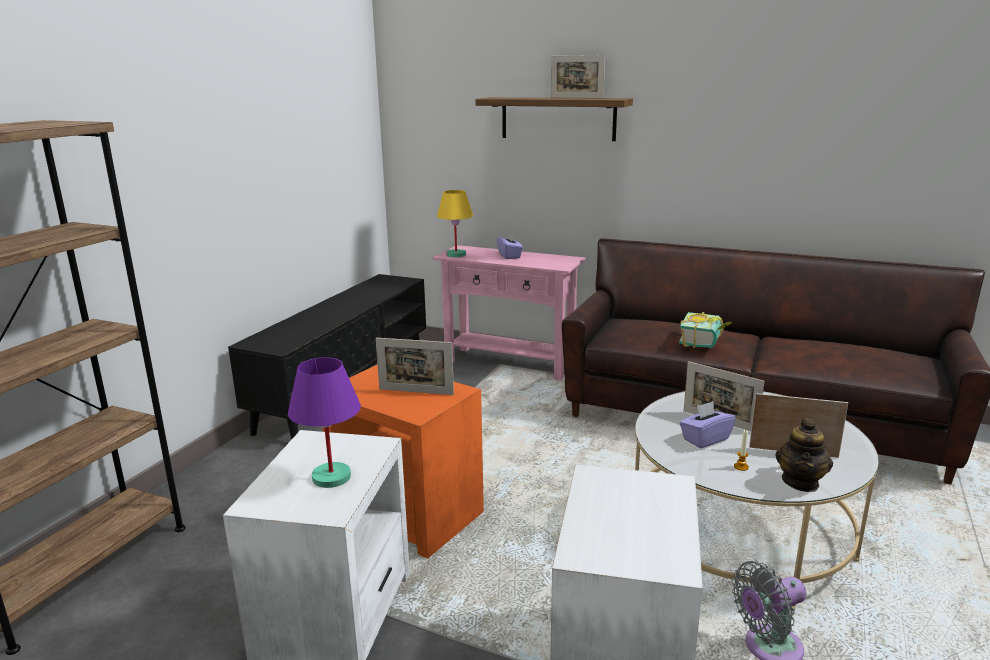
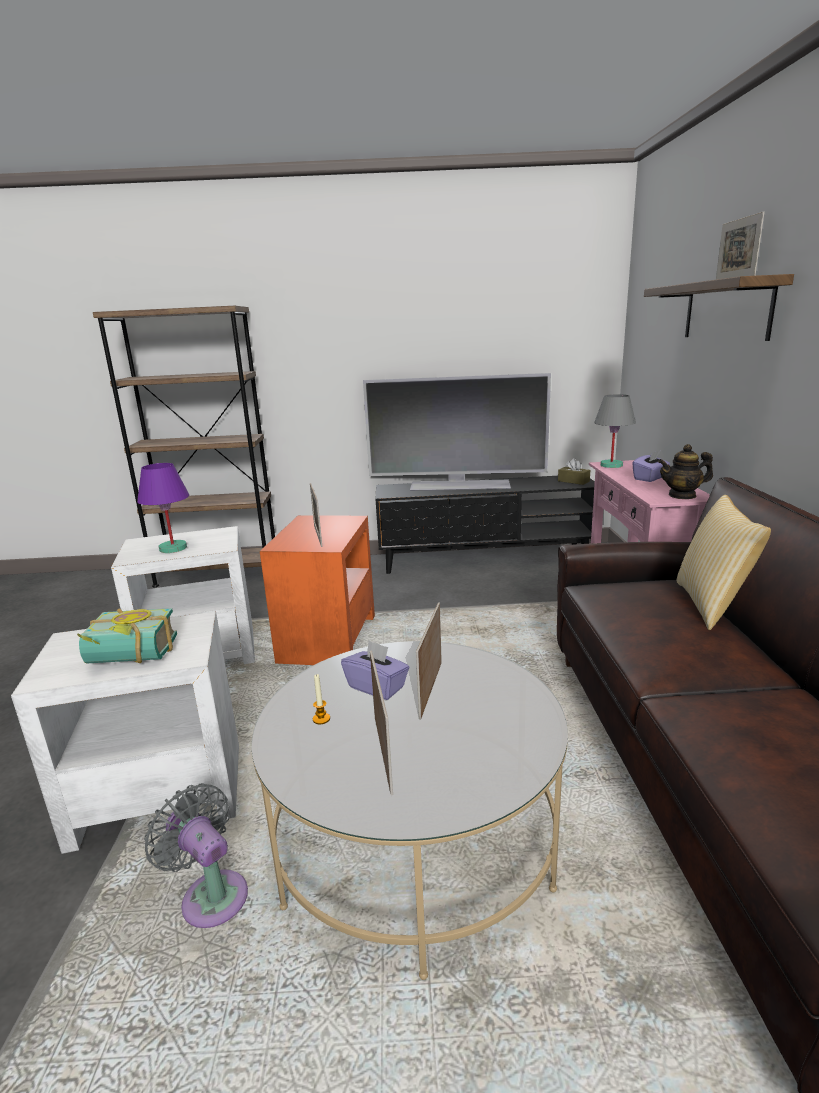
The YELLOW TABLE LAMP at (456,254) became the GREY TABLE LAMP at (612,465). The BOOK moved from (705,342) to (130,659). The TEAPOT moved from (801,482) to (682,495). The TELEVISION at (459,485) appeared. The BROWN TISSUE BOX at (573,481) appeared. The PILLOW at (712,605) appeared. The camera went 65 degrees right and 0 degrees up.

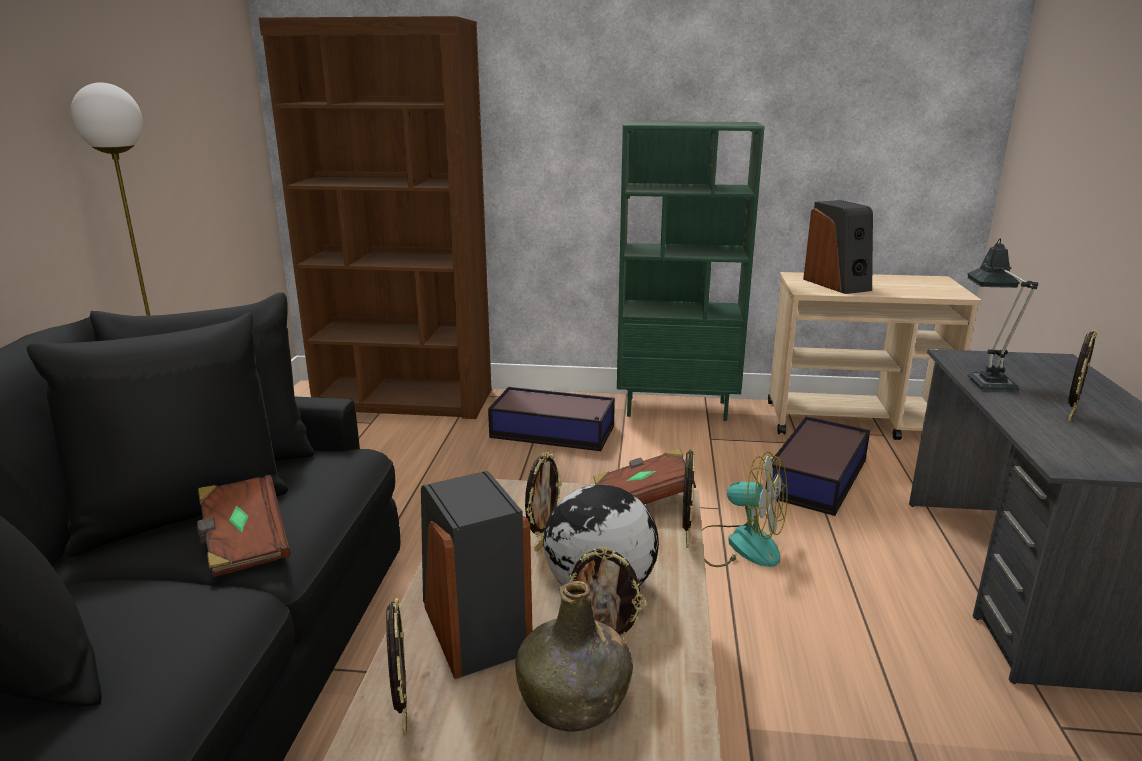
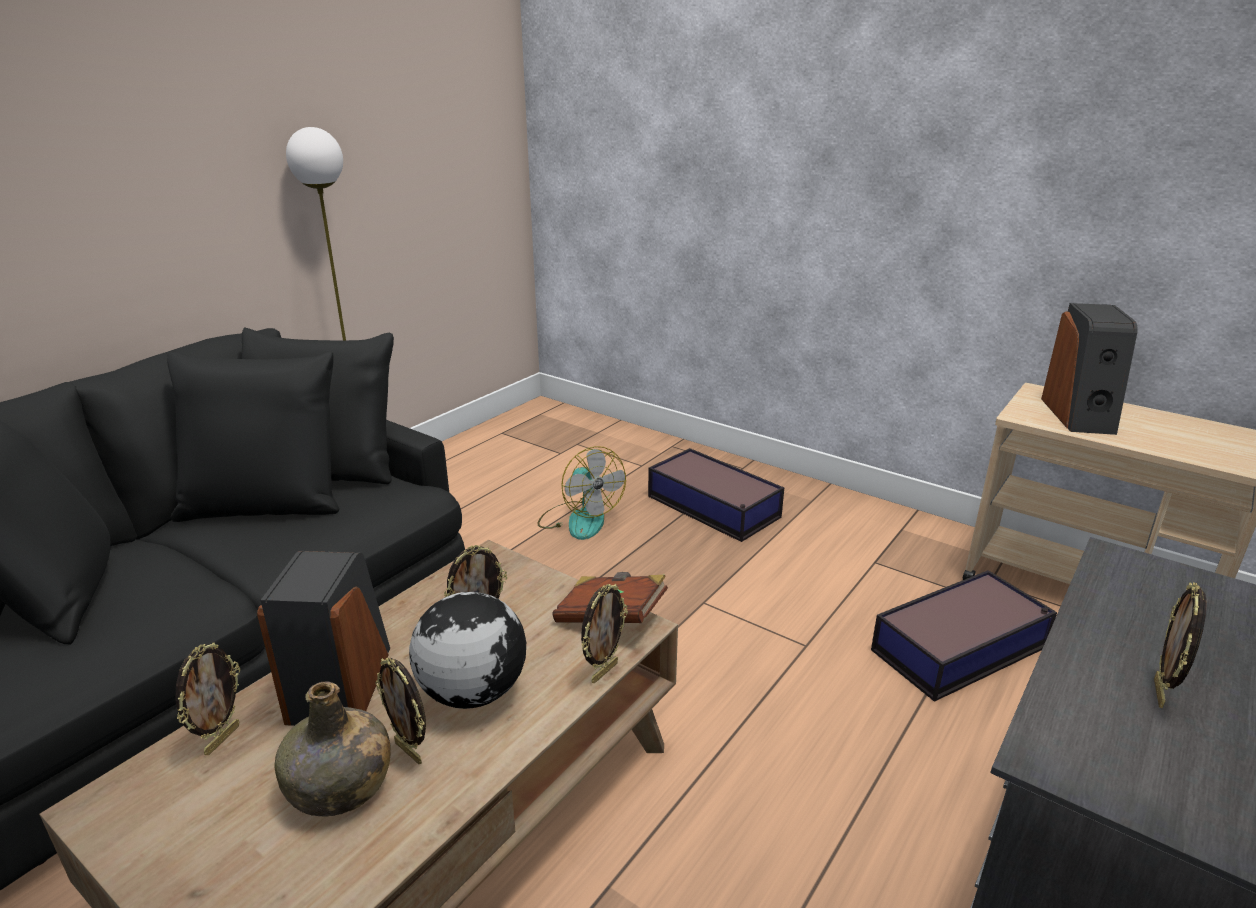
The BROWN BOOKCASE at (404,400) disappeared. The GREEN BOOKCASE at (677,408) disappeared. The TABLE LAMP at (987,380) disappeared. The PICTURE FRAME at (1070,416) turned 135 degrees clockwise. The FAN moved from (740,545) to (579,519). The BROWN BOOK at (244,544) disappeared. The camera went 30 degrees right and 5 degrees up.

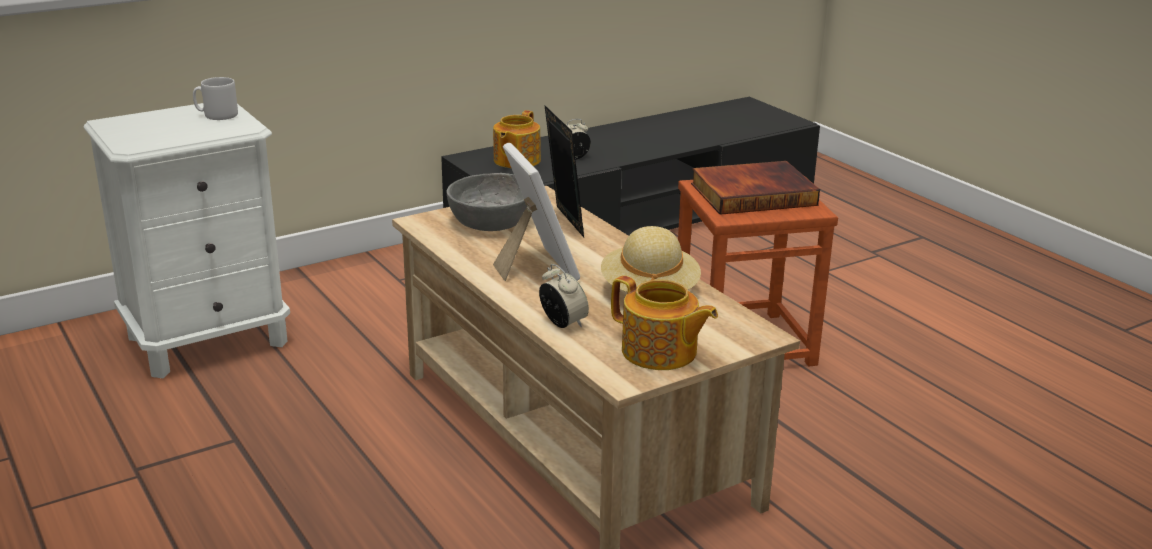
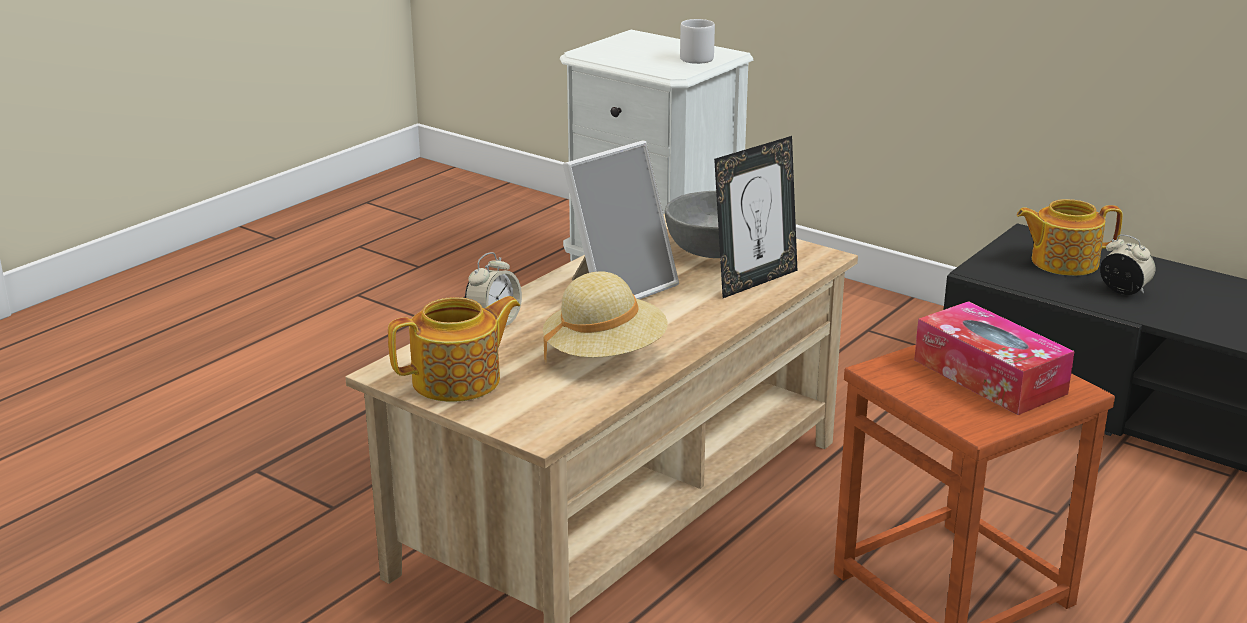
The BOOK at (753,193) was replaced by the TISSUE BOX at (989,376). The TEAPOT at (660,352) turned 135 degrees counterclockwise. The camera went 70 degrees right and 0 degrees up.

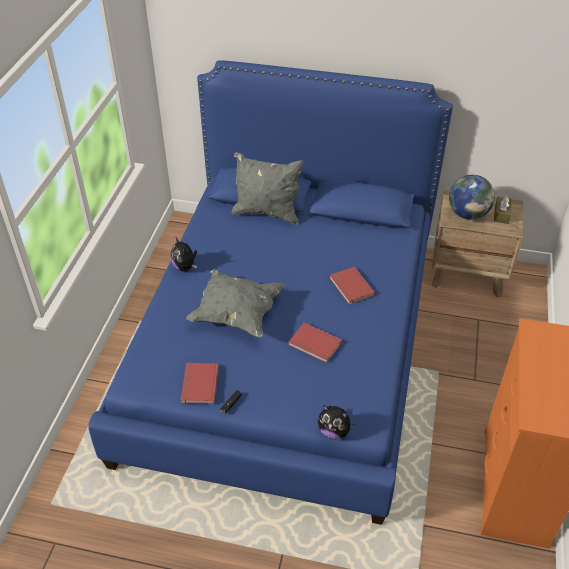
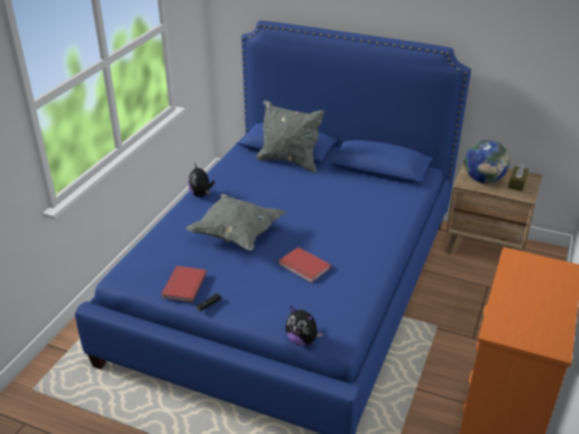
The RED BOOK at (350,287) disappeared. The camera went 10 degrees right and 10 degrees down.

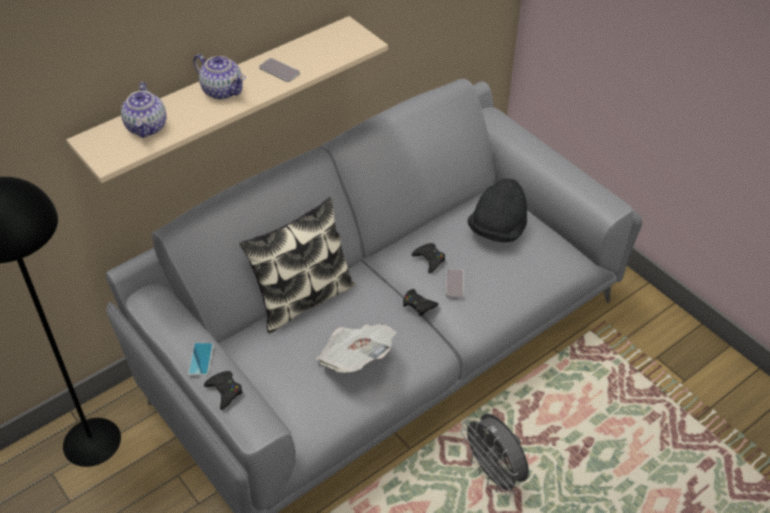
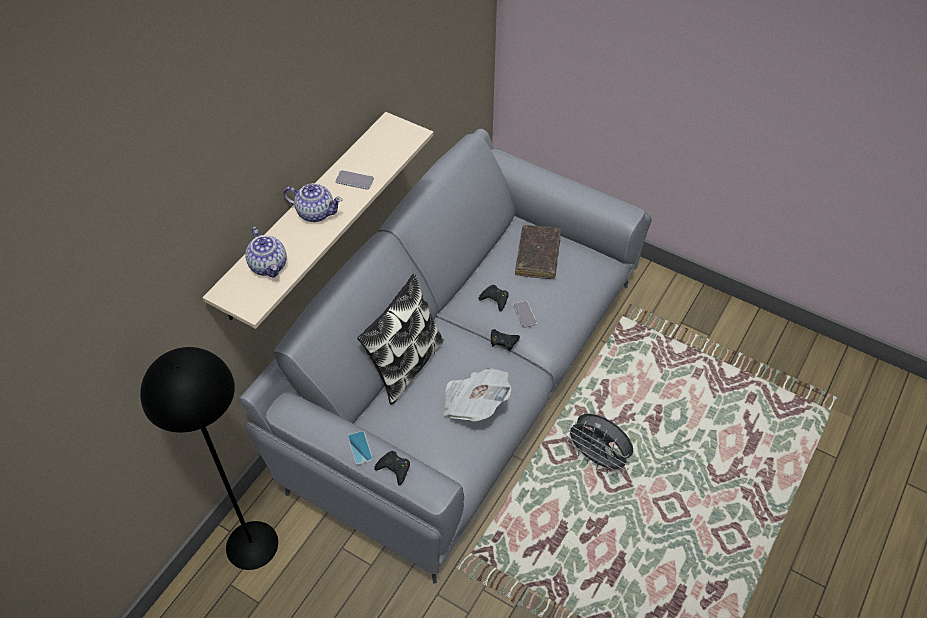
The BLACK HAT at (497,229) was replaced by the BROWN BOOK at (537,256). The camera went 20 degrees left and 5 degrees up.

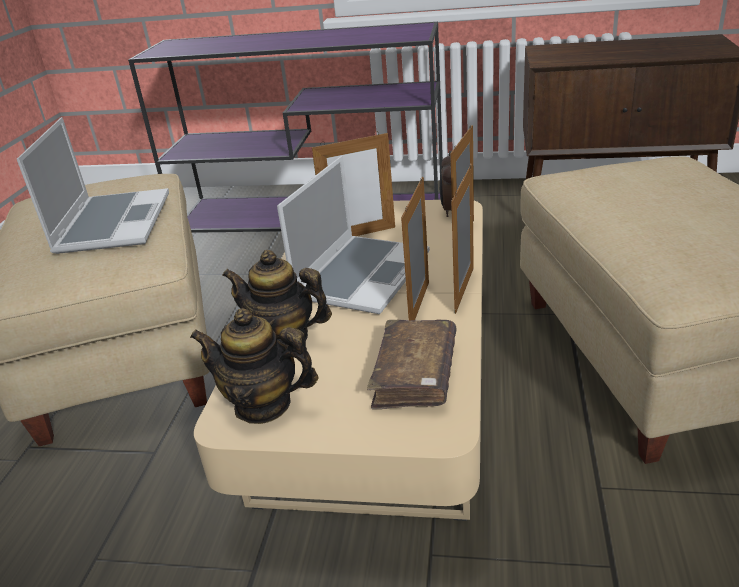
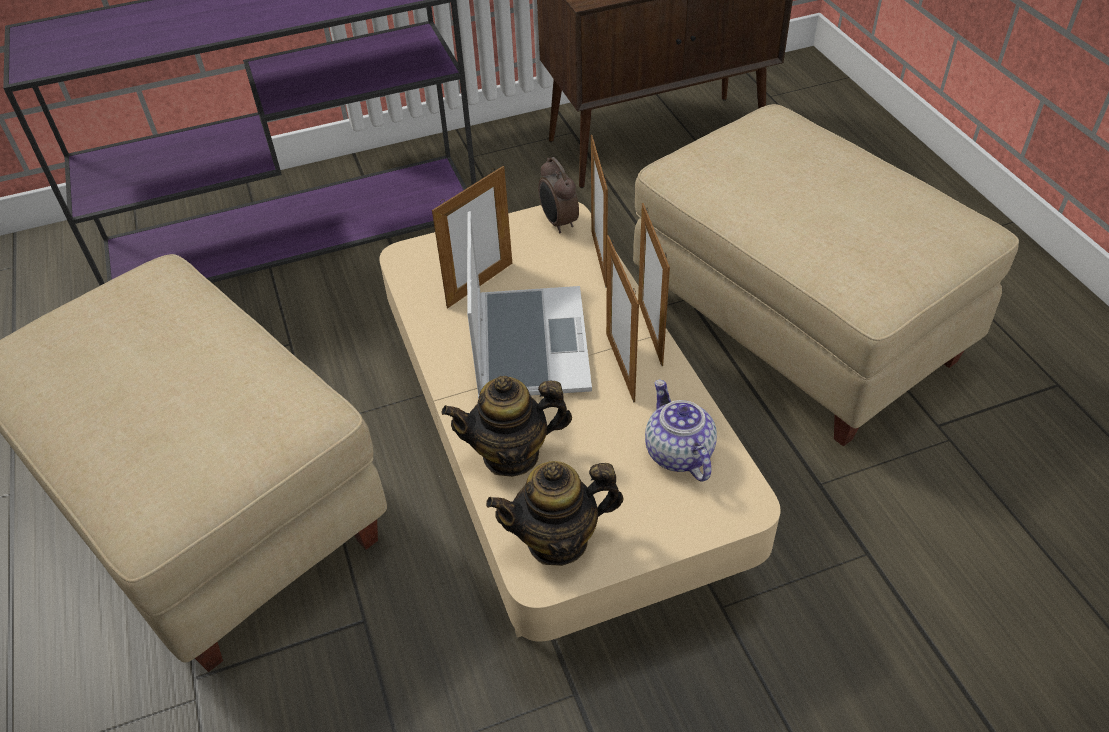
The LAPTOP at (113,223) disappeared. The BROWN BOOK at (415,375) was replaced by the TEAPOT at (677,453). The camera went 30 degrees left and 15 degrees up.

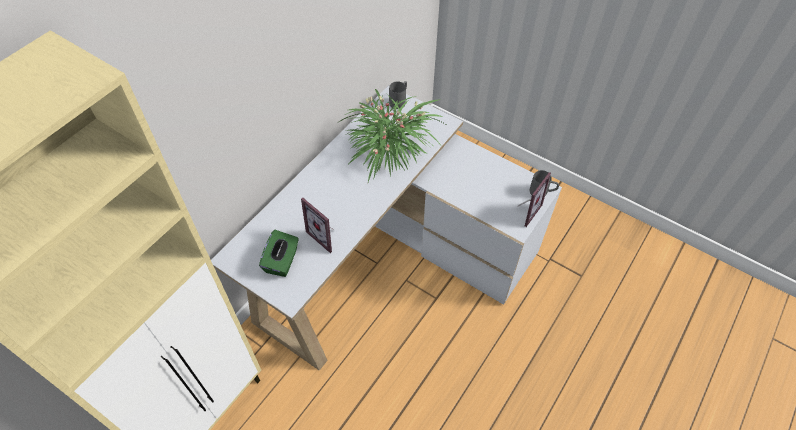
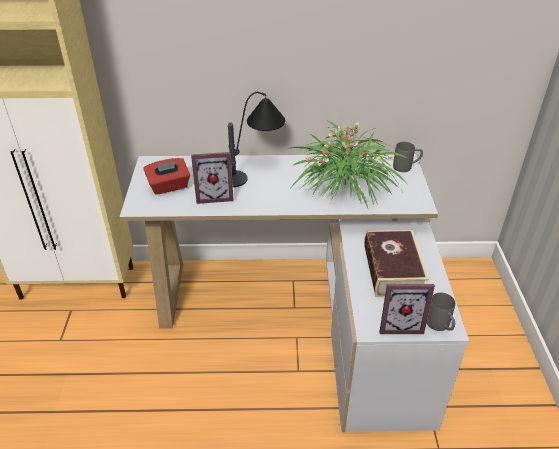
The PICTURE FRAME at (325,236) turned 105 degrees counterclockwise. The GREEN TISSUE BOX at (282,261) became the RED TISSUE BOX at (169,186). The TABLE LAMP at (254,168) appeared. The BOOK at (392,270) appeared. The camera went 55 degrees right and 15 degrees down.

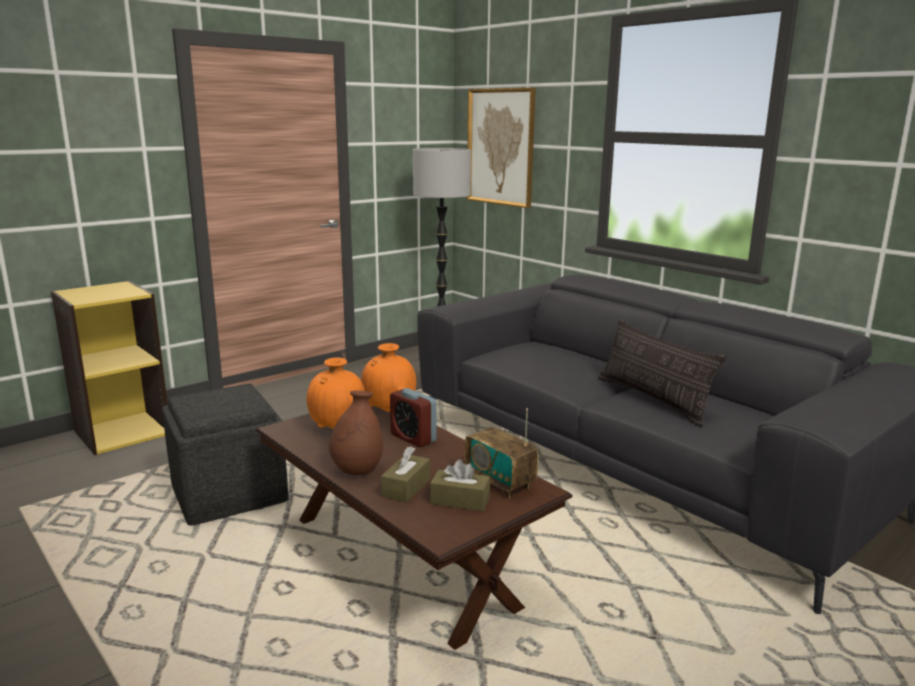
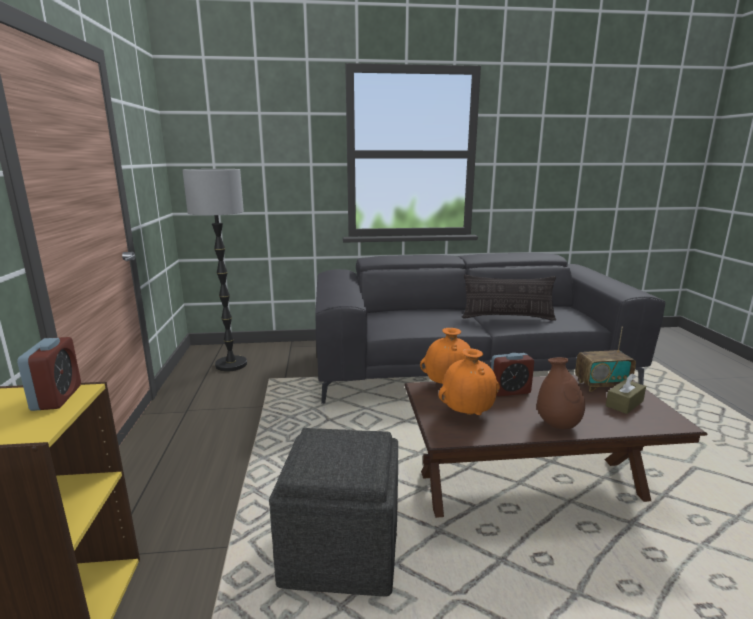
The PICTURE at (500,147) disappeared. The BROWN TISSUE BOX at (406,487) disappeared. The ALARM CLOCK at (57,397) appeared. The camera went 55 degrees left and 0 degrees up.

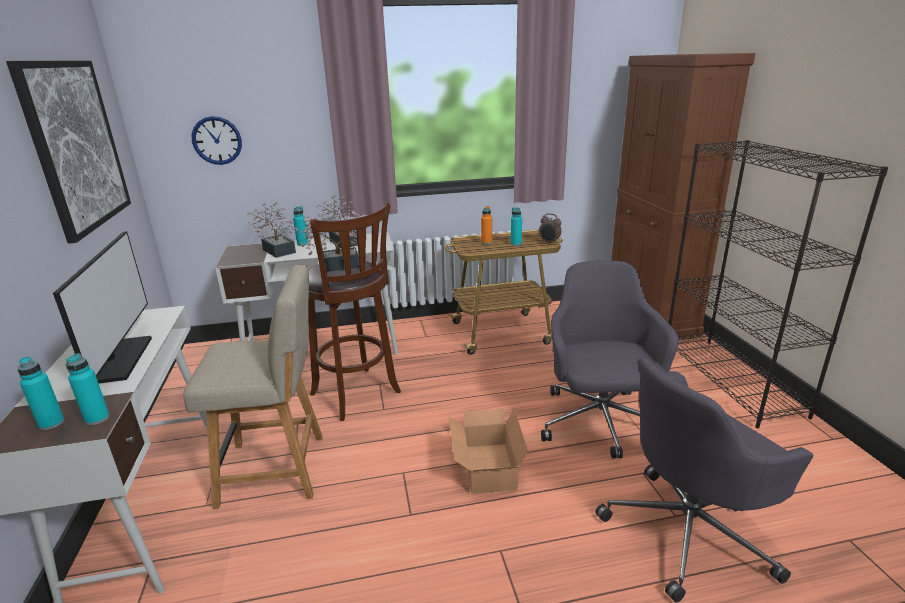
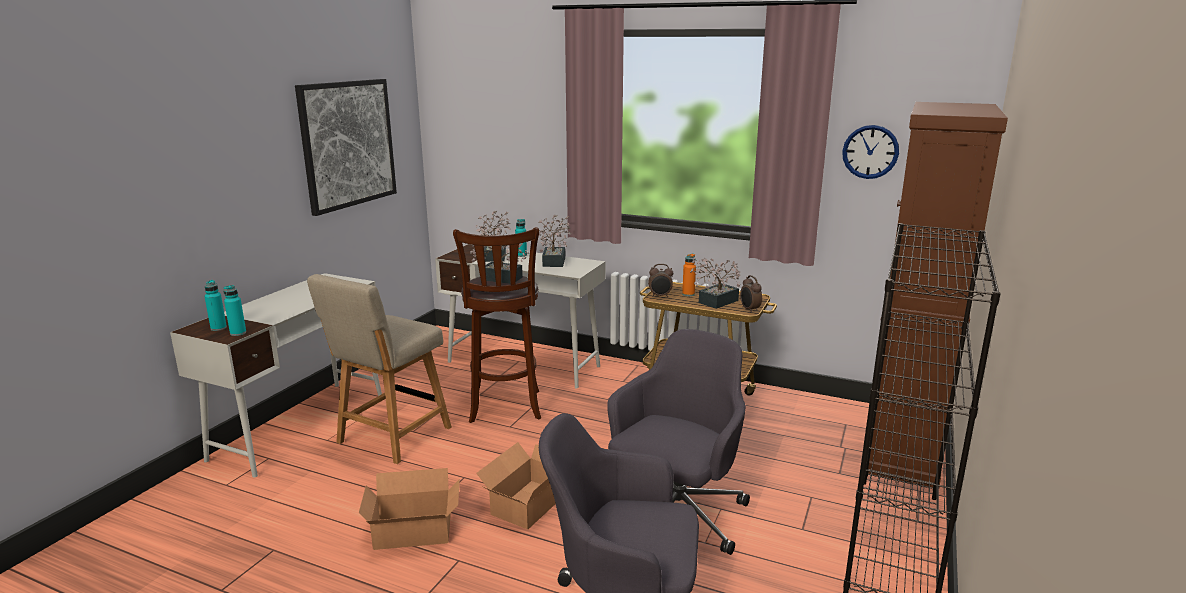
The WALL CLOCK moved from (217,140) to (870,152). The TURQUOISE BOTTLE at (516,244) was replaced by the POTTED PLANT at (714,302). The MONITOR at (118,360) disappeared. The BEIGE CHAIR at (279,469) turned 90 degrees clockwise. The ALARM CLOCK at (660,296) appeared. The CARDBOARD BOX at (414,533) appeared. The camera went 35 degrees right and 5 degrees down.

